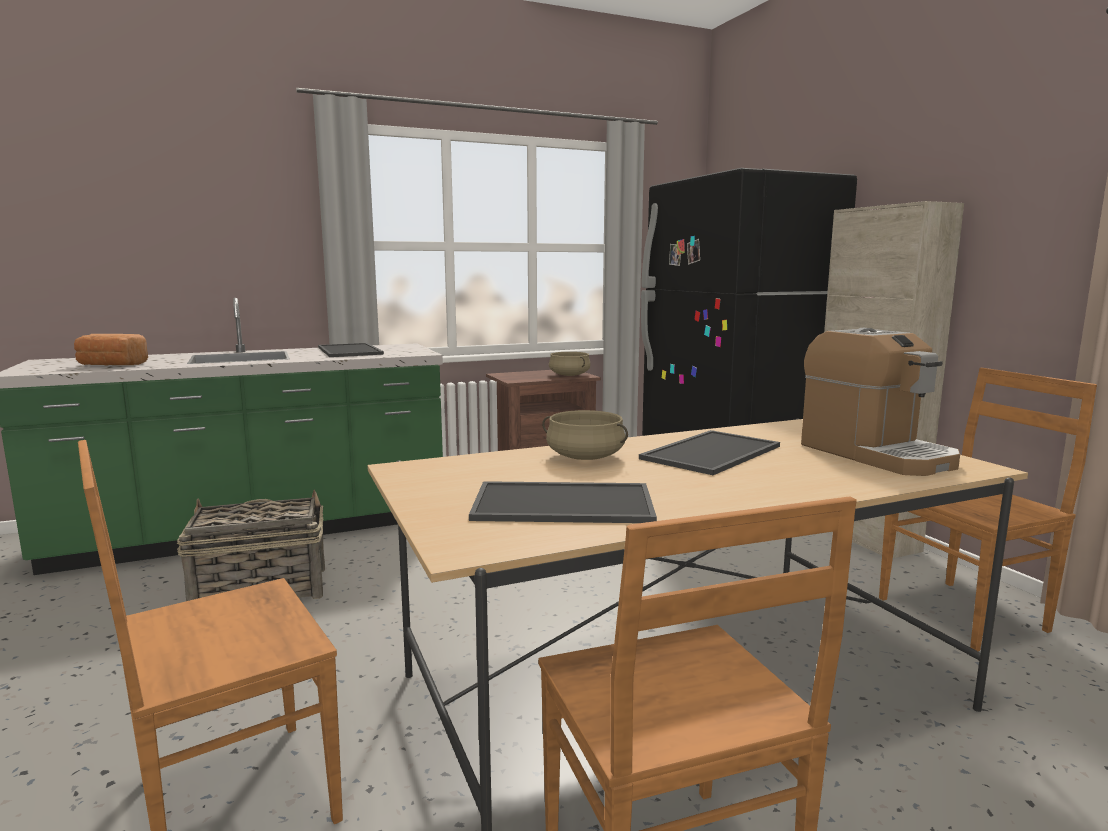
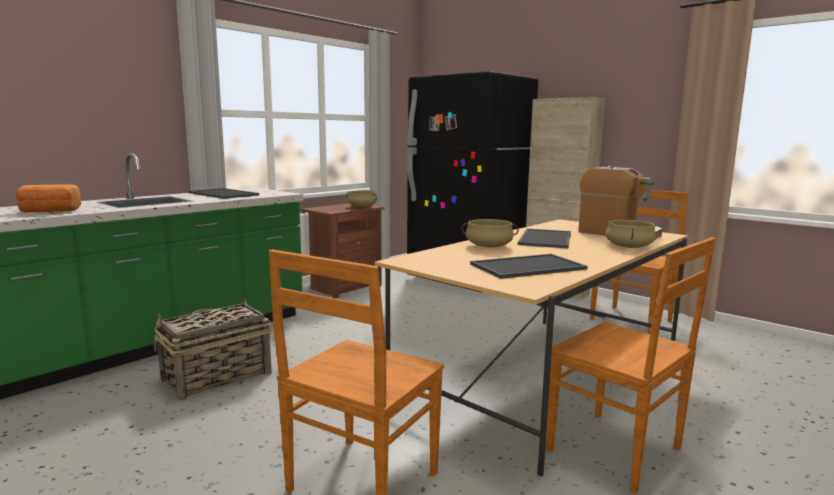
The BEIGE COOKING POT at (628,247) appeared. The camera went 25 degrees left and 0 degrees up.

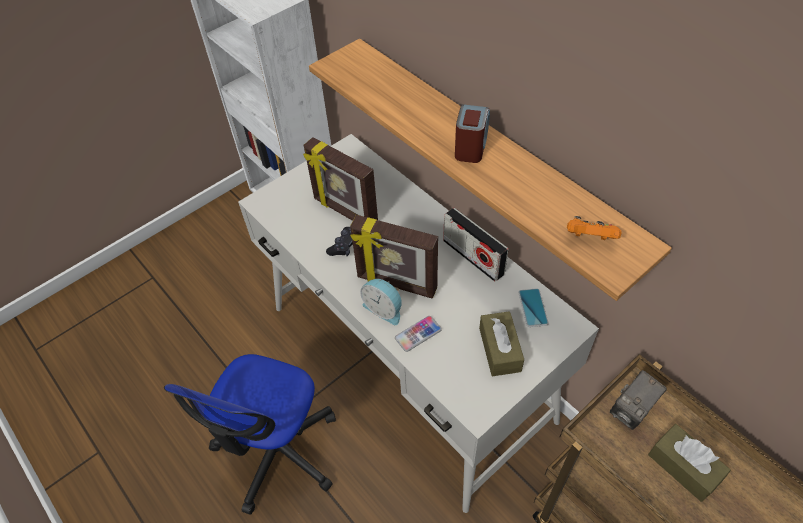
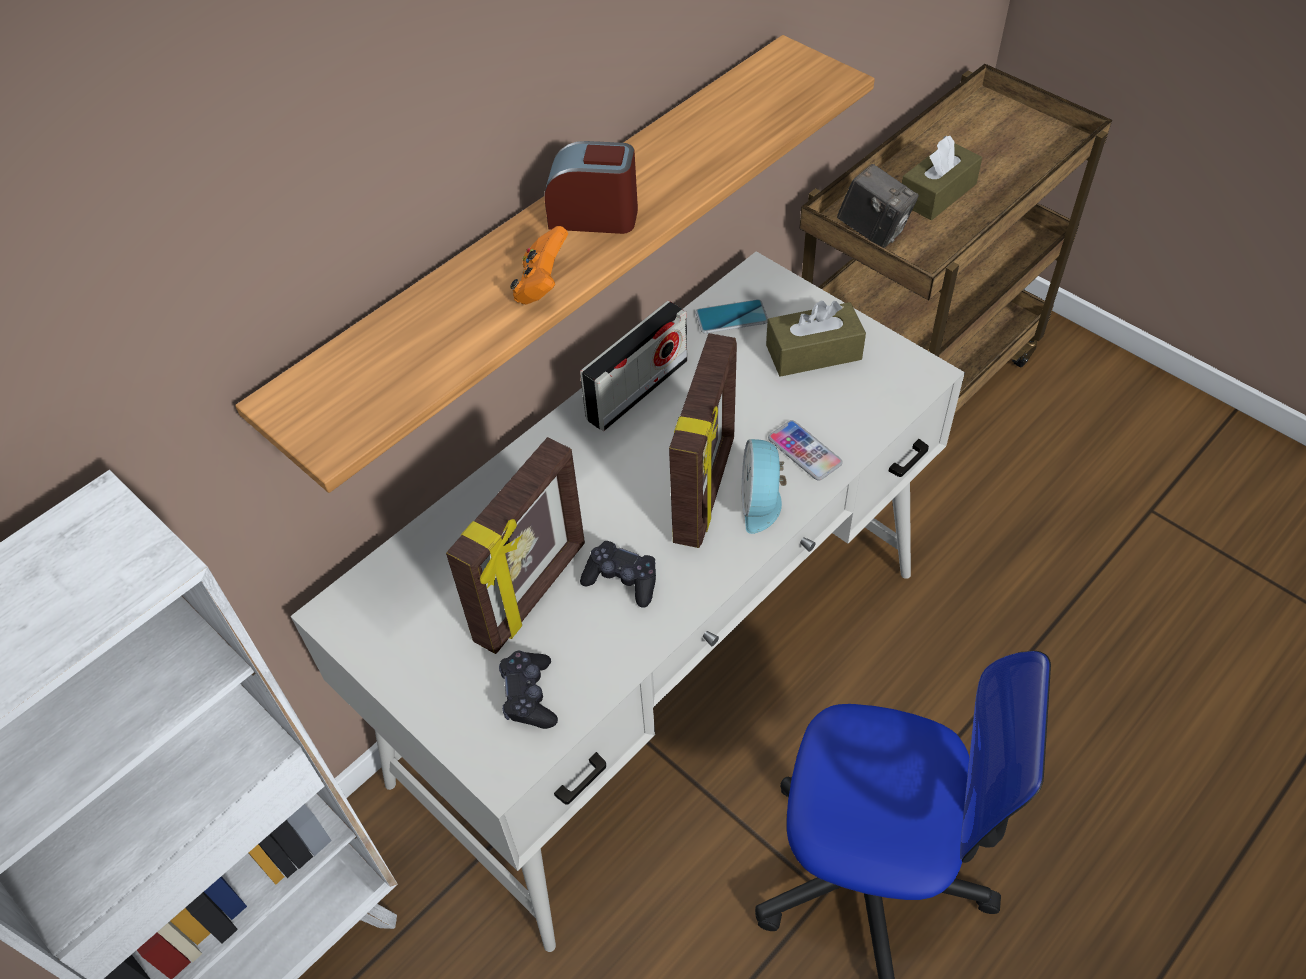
The ORANGE GAME CONTROLLER moved from (590,238) to (542,286). The ALARM CLOCK at (384,309) turned 150 degrees clockwise. The BLACK GAME CONTROLLER at (529,695) appeared. The camera went 95 degrees left and 0 degrees up.

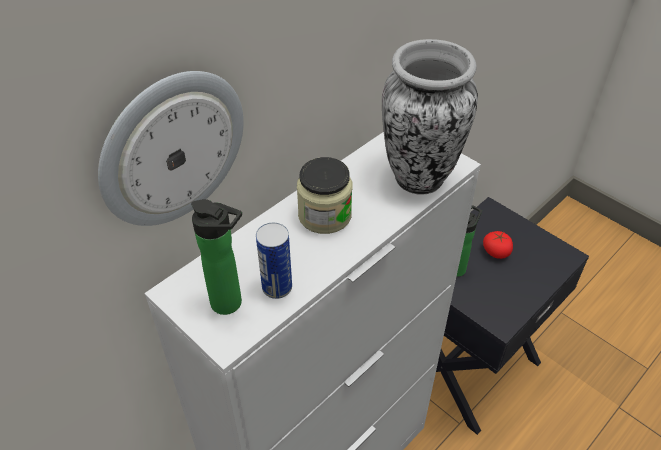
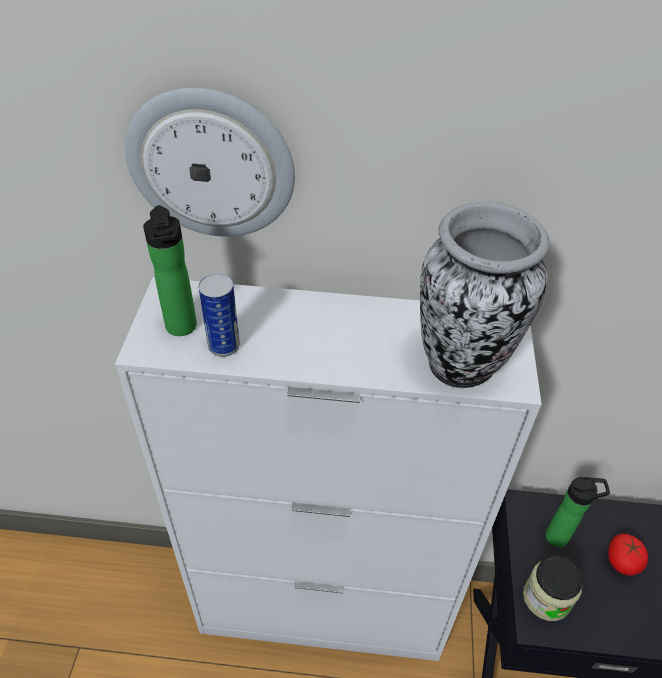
The JAR moved from (324,215) to (546,598). The camera went 50 degrees right and 0 degrees up.

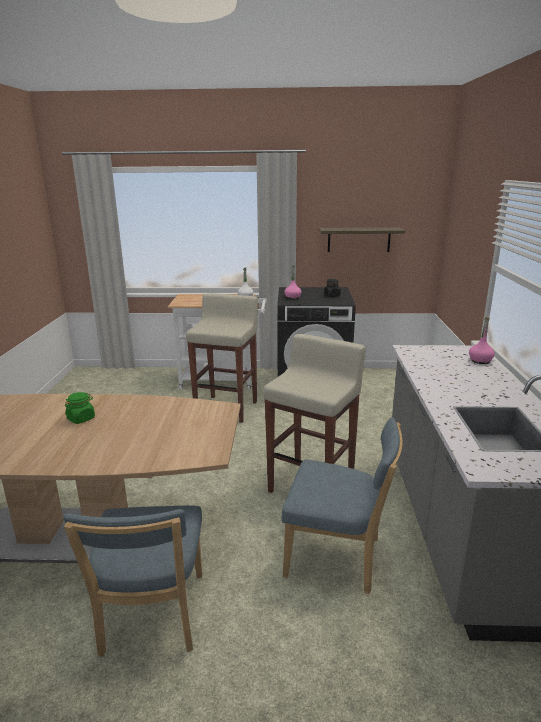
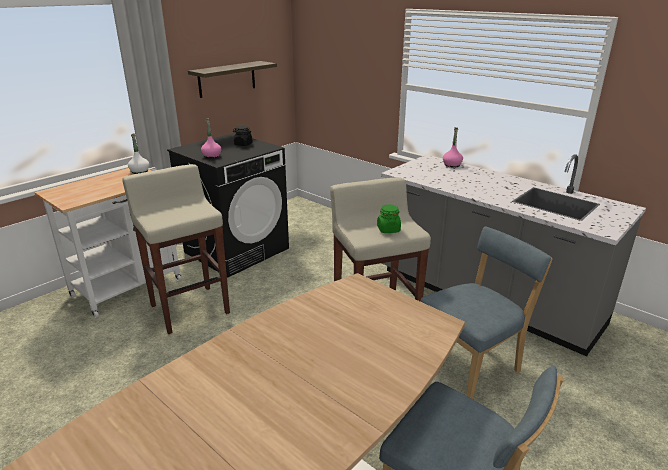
The GREEN JAR moved from (81,419) to (388,229). The camera went 50 degrees left and 5 degrees up.

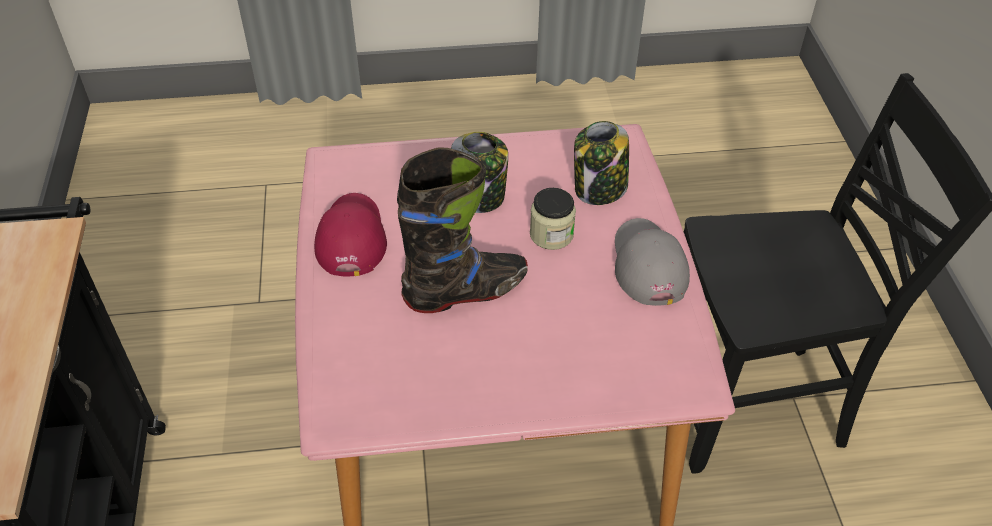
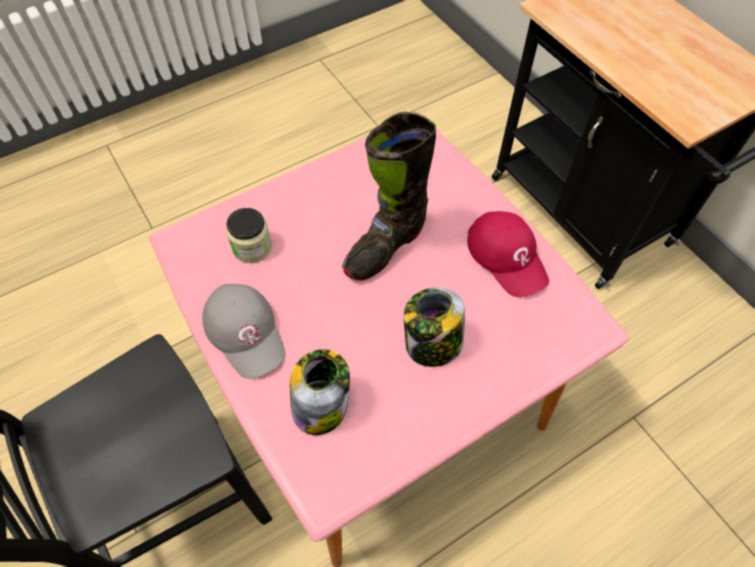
The JAR moved from (551,234) to (252,247). The camera went 155 degrees right and 10 degrees up.

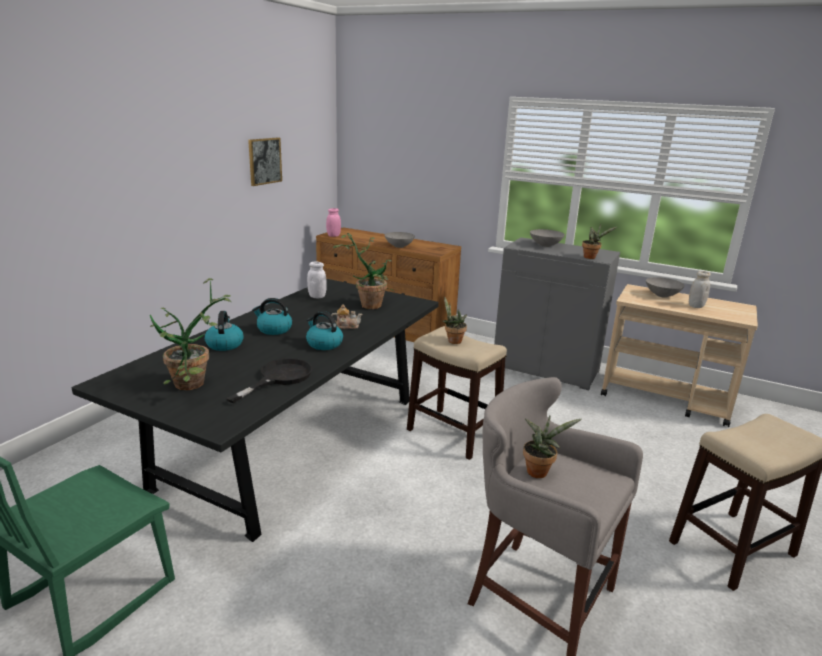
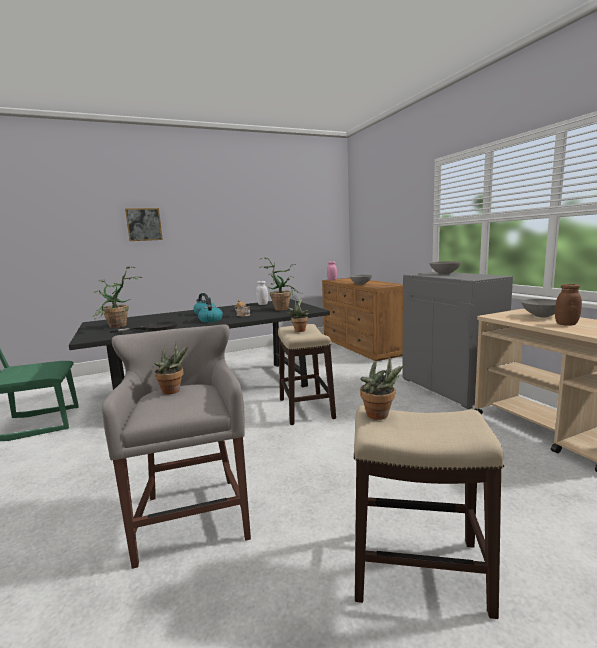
The PICTURE moved from (264,161) to (144,224). The POTTED PLANT moved from (591,257) to (380,416). The WHITE JAR at (696,306) became the BROWN JAR at (566,324). The KETTLE at (224,344) disappeared. The camera went 40 degrees right and 10 degrees down.

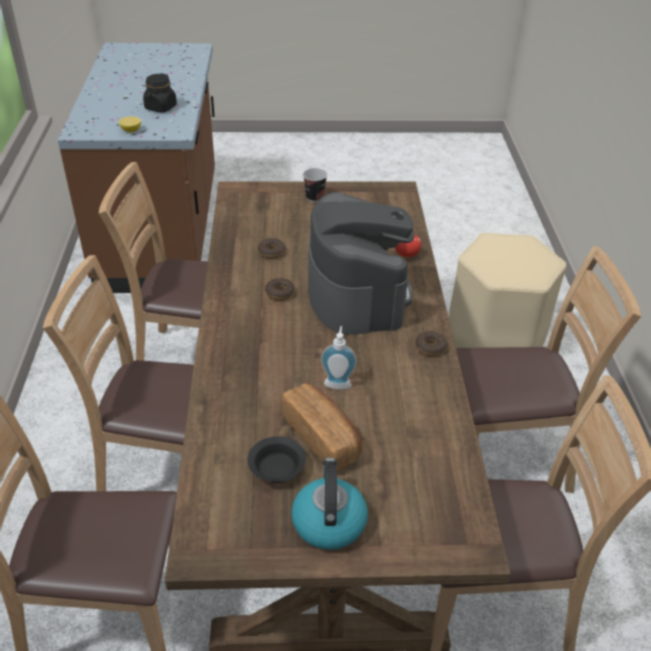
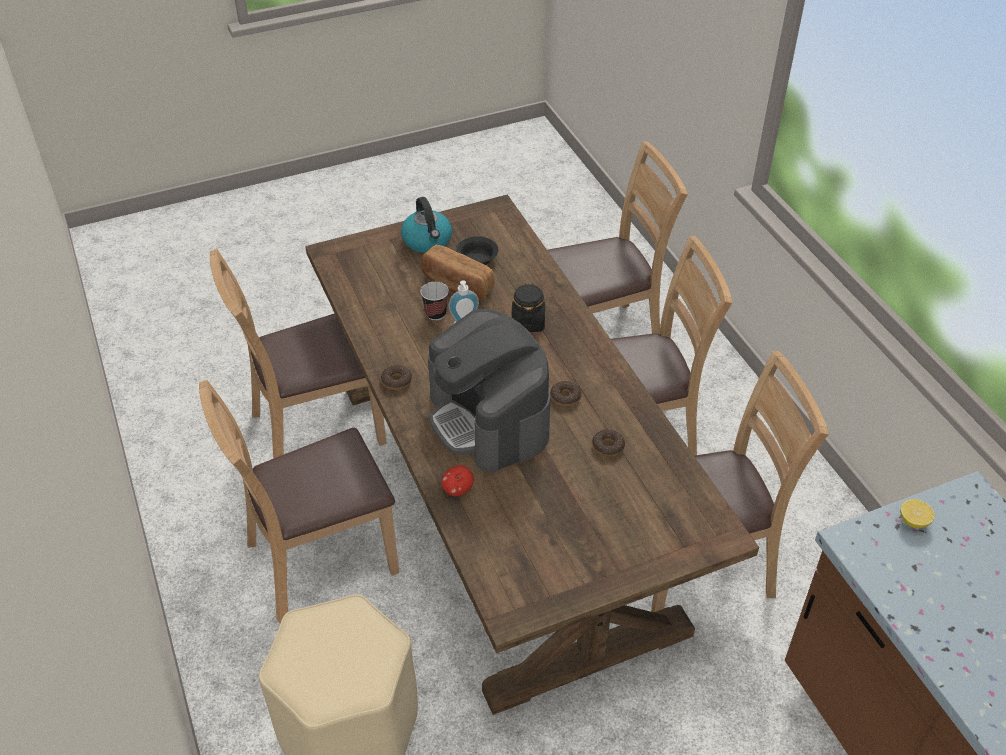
The BLACK JAR moved from (160,107) to (528,322). The CUP moved from (314,198) to (435,314). The camera went 160 degrees right and 5 degrees up.

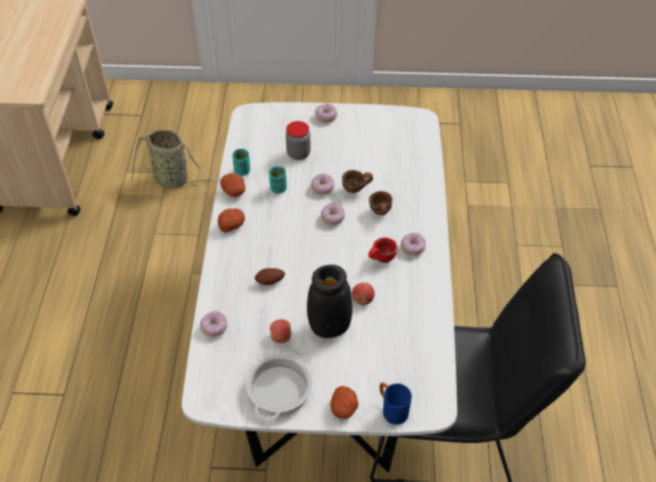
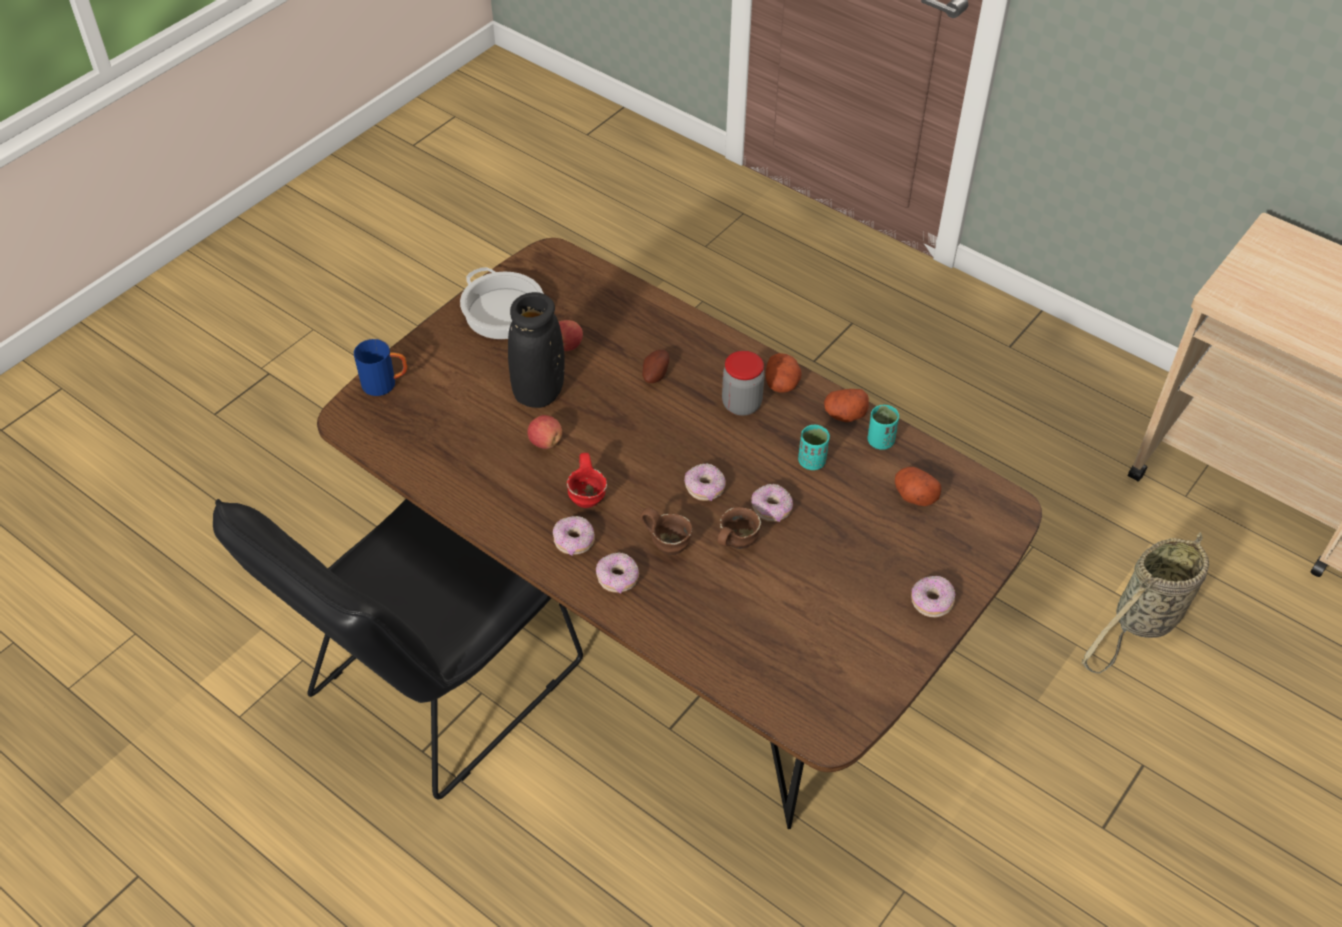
The WHITE DINING TABLE at (327,347) became the BROWN DINING TABLE at (671,636). The JAR moved from (298,154) to (741,404). The DONUT moved from (214,328) to (617,579). The POTATO moved from (344,408) to (914,495). The camera went 125 degrees right and 0 degrees up.

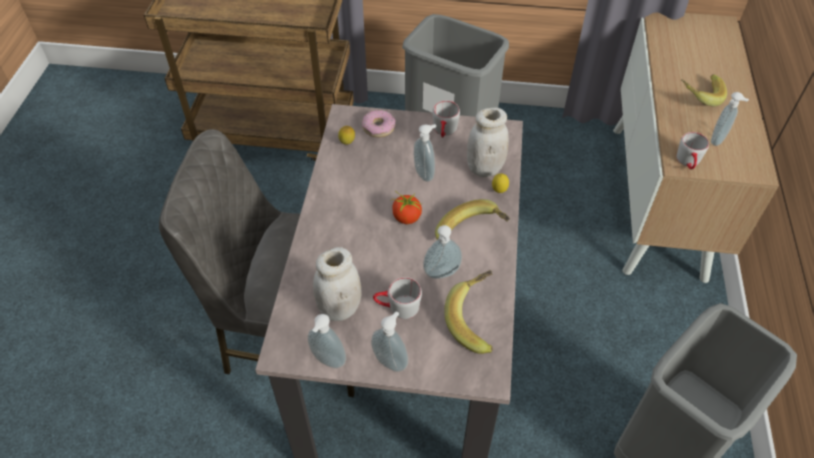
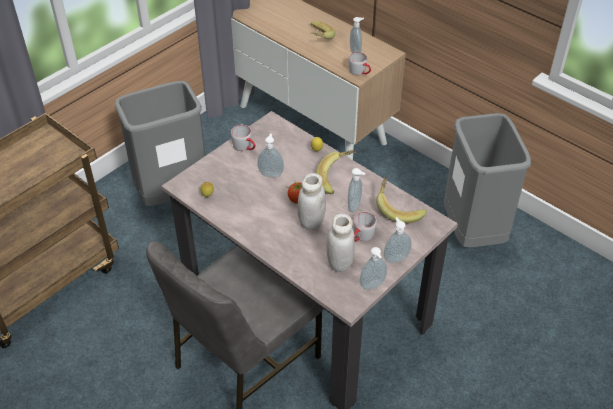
The WHITE JAR moved from (484,168) to (311,222). The DONUT at (378,127) disappeared. The camera went 55 degrees left and 5 degrees down.

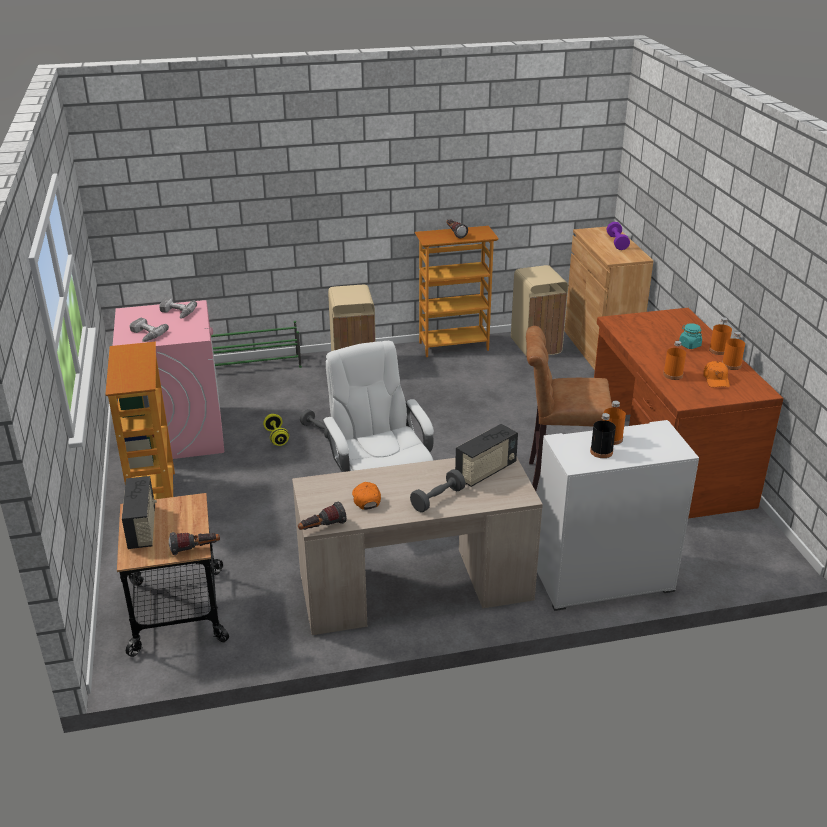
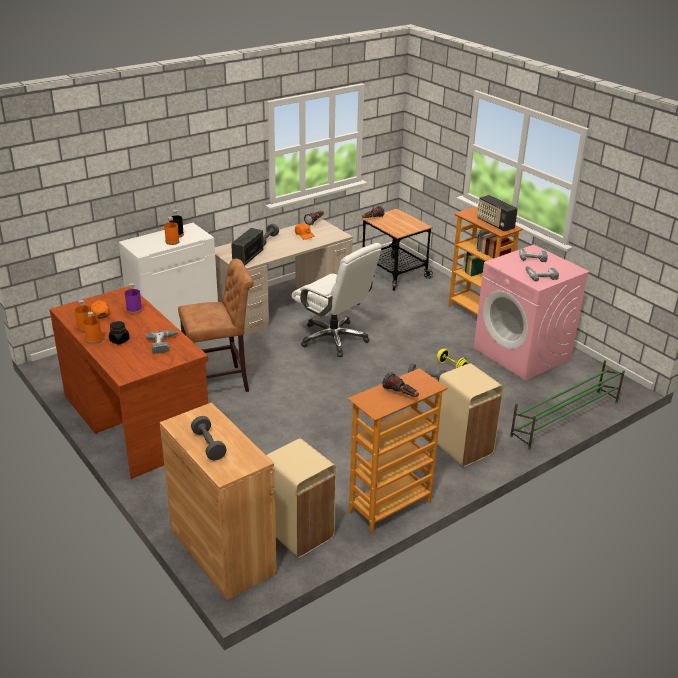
The PURPLE DUMBBELL at (617,242) became the GREY DUMBBELL at (208,445). The TURQUOISE JAR at (689,345) became the BLACK JAR at (119,340). The ORANGE BOTTLE at (673,375) became the PURPLE BOTTLE at (134,310). The RADIO moved from (143,528) to (495,224). The POWER DRILL at (164,344) appeared. The camera went 155 degrees right and 0 degrees up.

